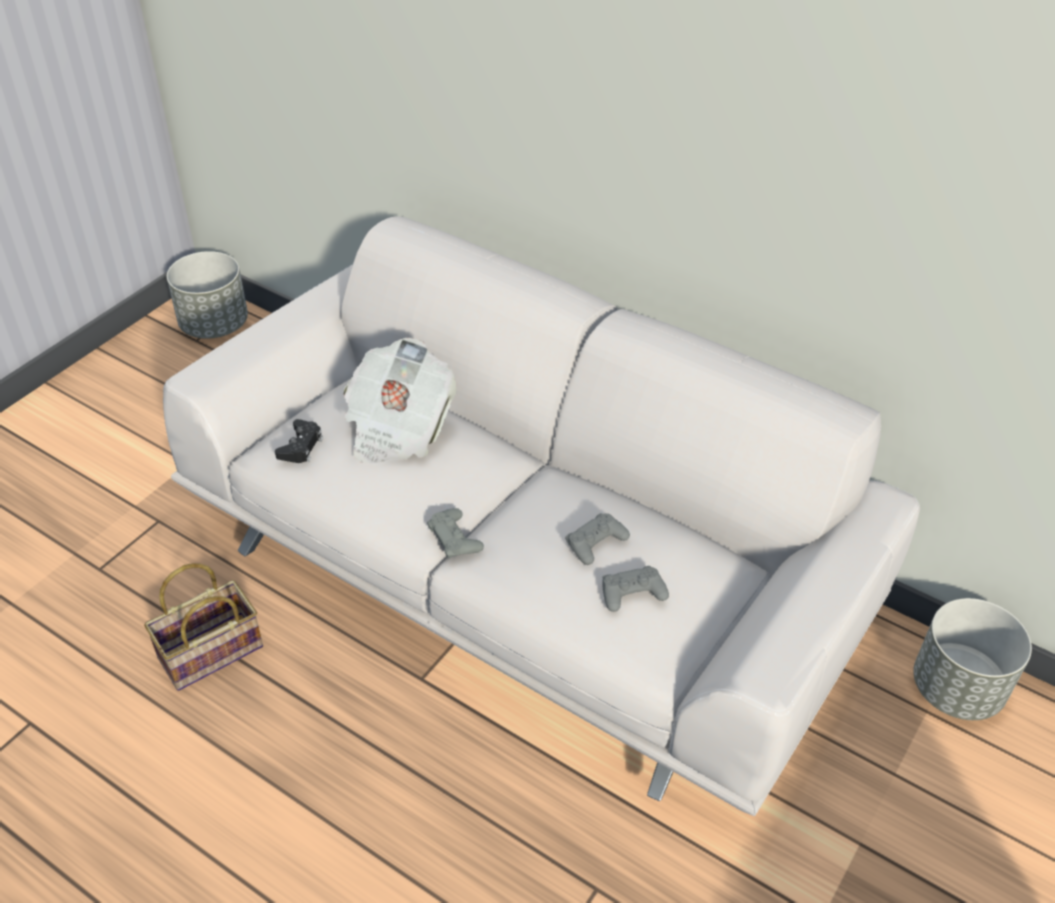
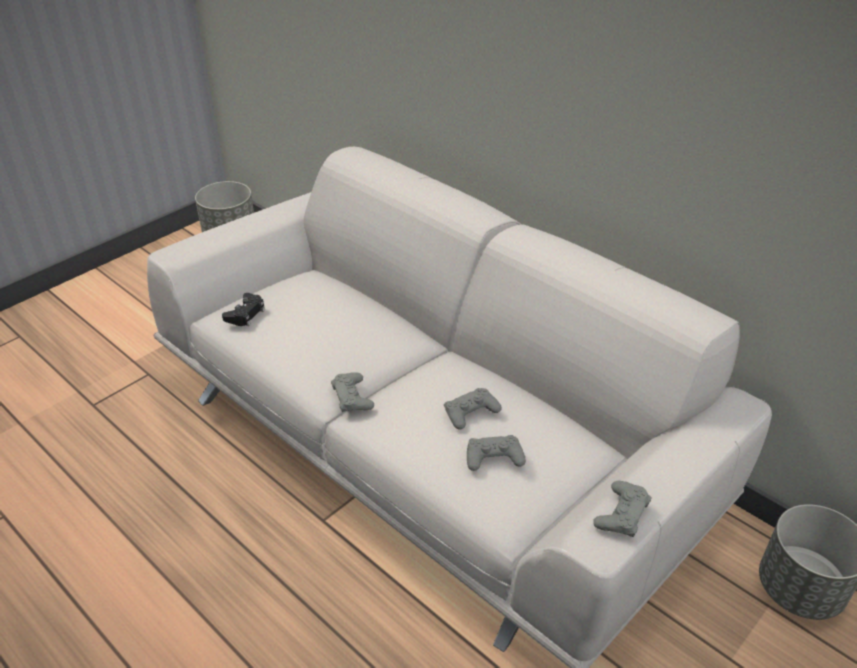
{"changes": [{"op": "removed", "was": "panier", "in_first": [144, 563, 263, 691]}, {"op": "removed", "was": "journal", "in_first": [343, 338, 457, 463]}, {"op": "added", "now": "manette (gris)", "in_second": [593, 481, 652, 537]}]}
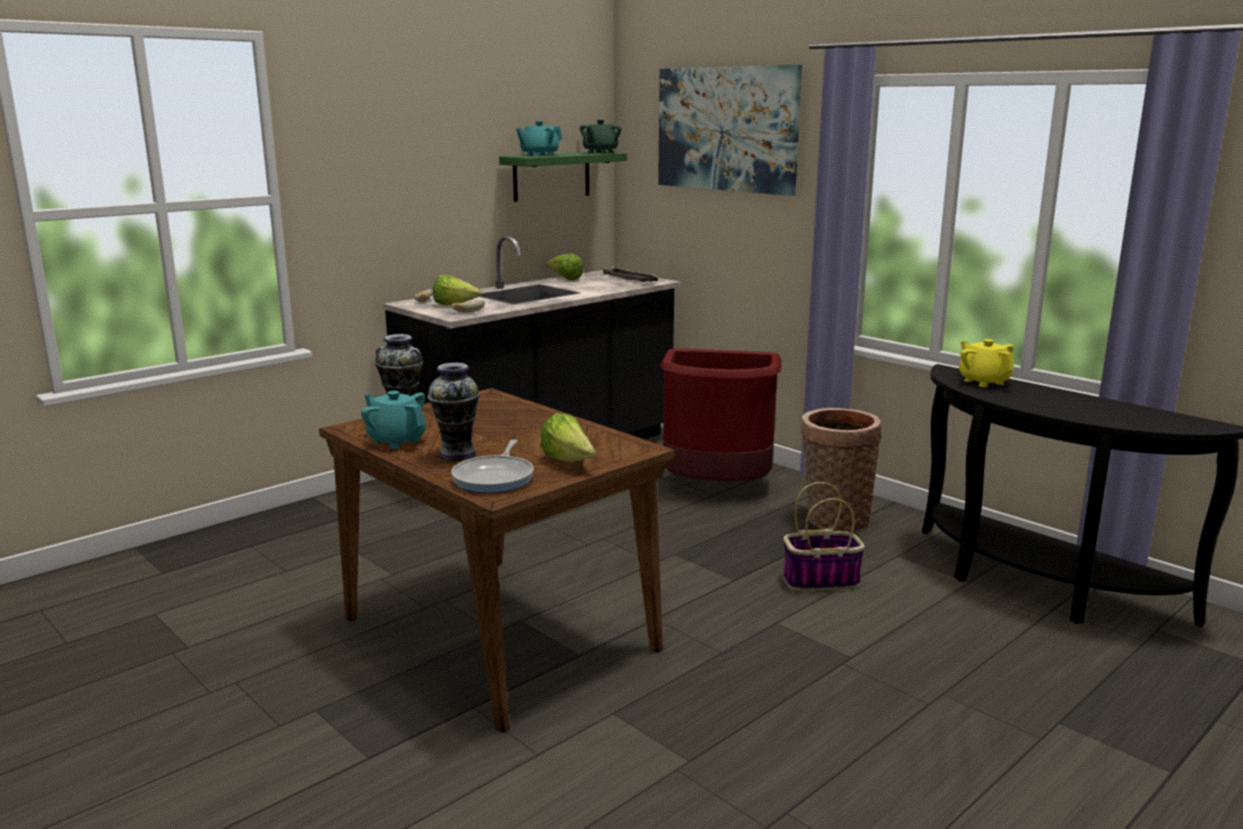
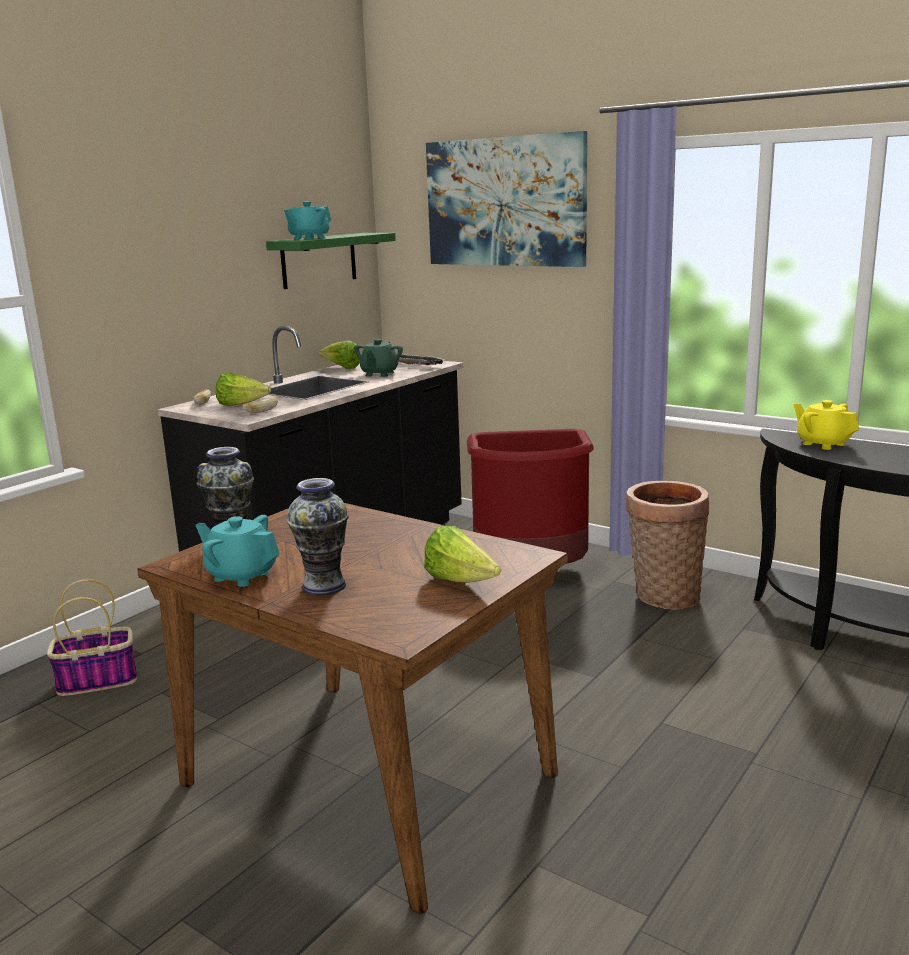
{"changes": [{"op": "removed", "was": "poêle", "in_first": [451, 440, 534, 493]}, {"op": "moved", "was": "théière (vert)", "in_first": [580, 120, 622, 153], "in_second": [354, 339, 403, 377]}, {"op": "moved", "was": "panier", "in_first": [783, 482, 865, 591], "in_second": [47, 579, 137, 696]}]}
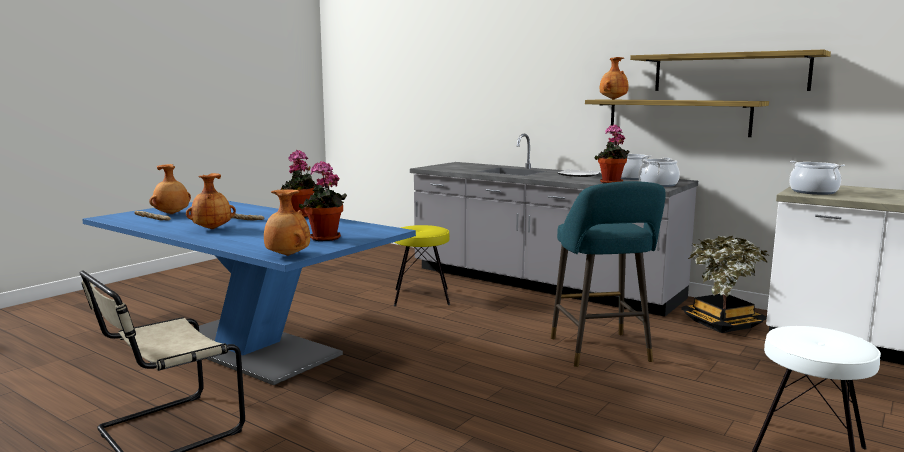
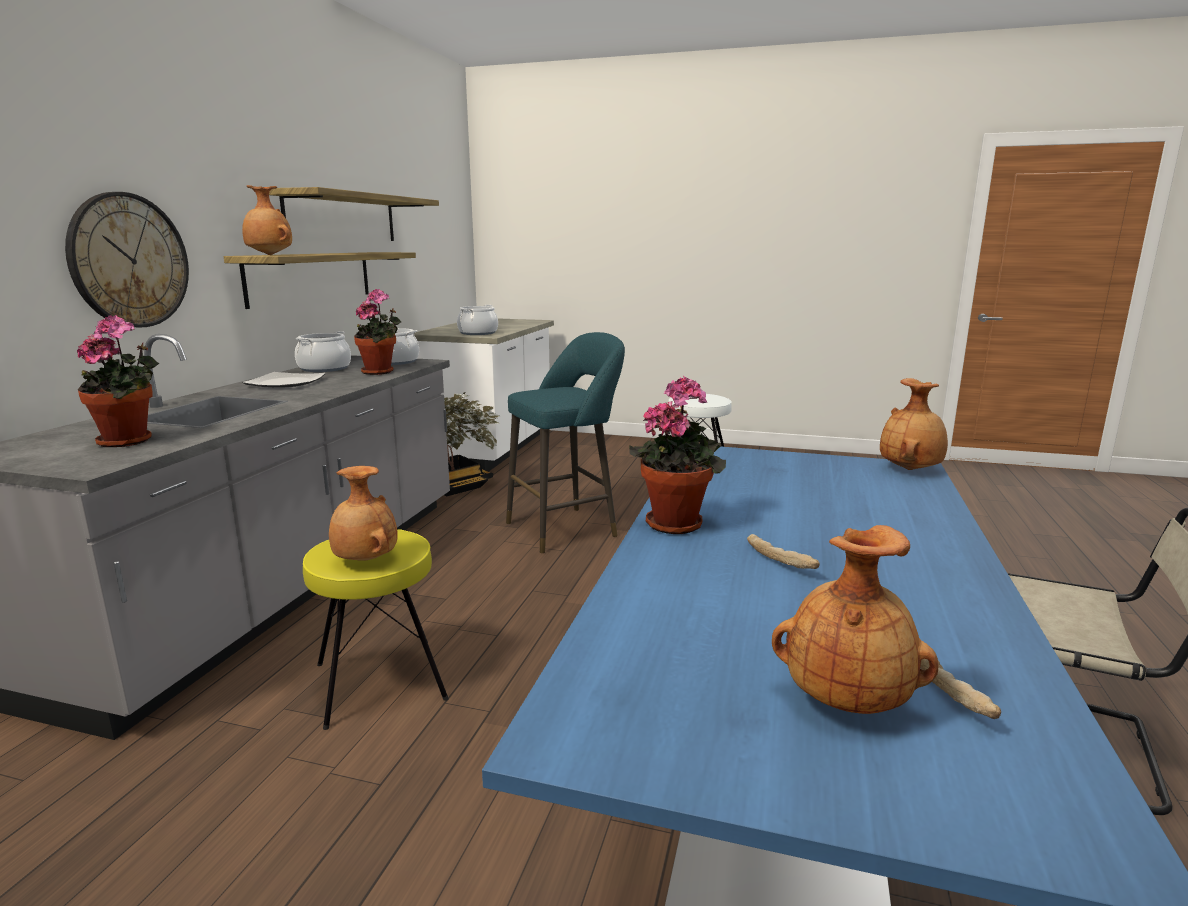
{"changes": [{"op": "moved", "was": "vase (marron)", "in_first": [186, 173, 236, 229], "in_second": [329, 466, 398, 561]}, {"op": "moved", "was": "plante en pot", "in_first": [299, 161, 347, 241], "in_second": [77, 315, 159, 447]}, {"op": "added", "now": "horloge murale", "in_second": [65, 192, 189, 328]}]}
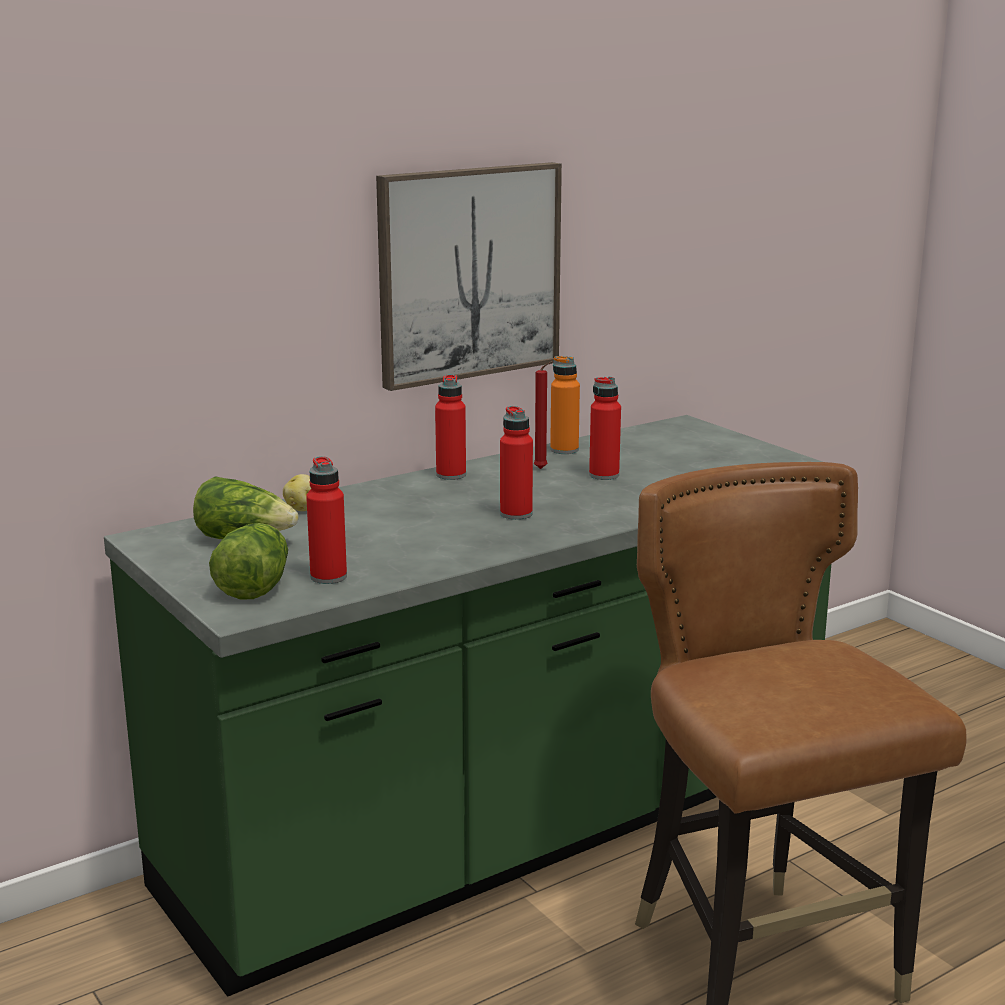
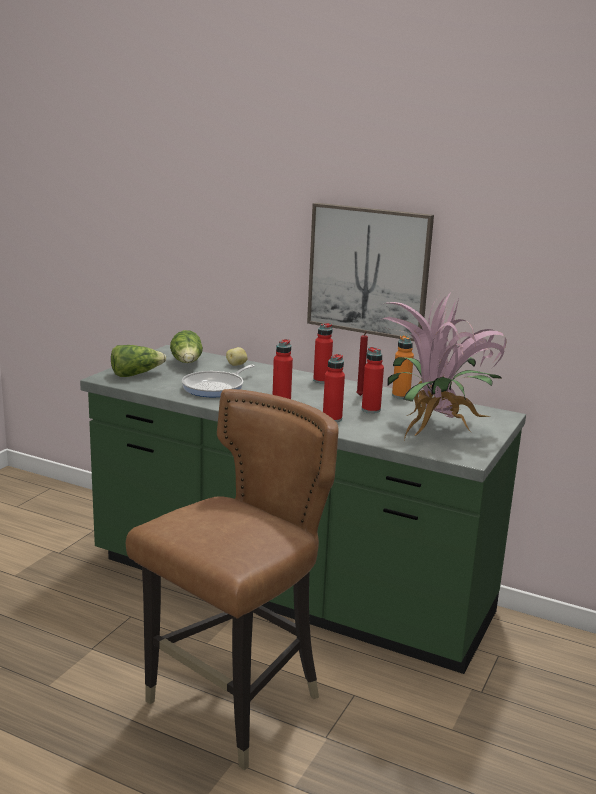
{"changes": [{"op": "moved", "was": "bouteille (rouge)", "in_first": [306, 456, 347, 584], "in_second": [323, 354, 345, 422]}, {"op": "added", "now": "poêle", "in_second": [182, 365, 255, 397]}, {"op": "added", "now": "plante en pot", "in_second": [383, 291, 507, 440]}]}
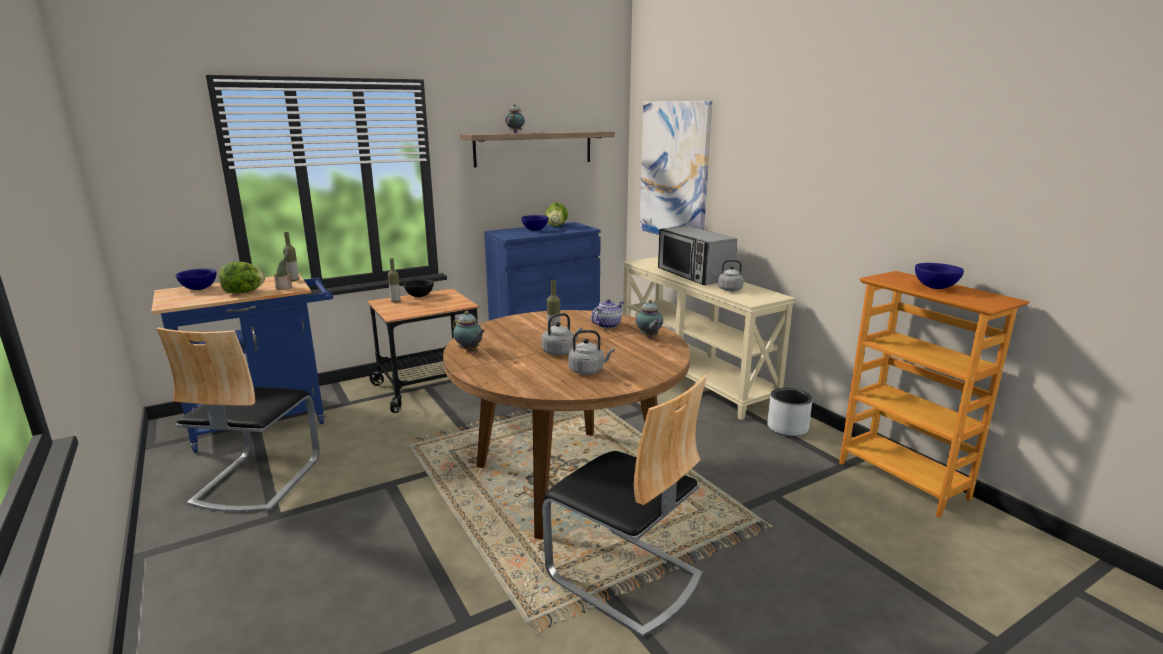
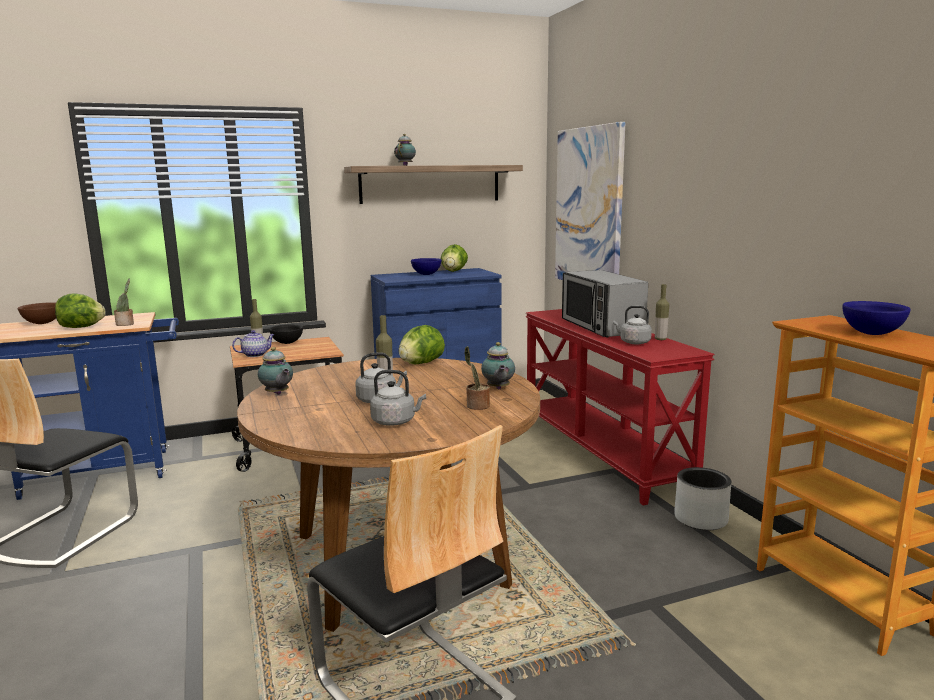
{"changes": [{"op": "recoloured", "was": "bol (bleu)", "now": "bol (marron)", "in_first": [176, 268, 216, 290], "in_second": [18, 302, 56, 324]}, {"op": "moved", "was": "bouteille", "in_first": [283, 232, 299, 281], "in_second": [655, 284, 669, 340]}, {"op": "moved", "was": "théière", "in_first": [591, 299, 624, 329], "in_second": [232, 330, 275, 357]}, {"op": "recoloured", "was": "table console (beige)", "now": "table console (rouge)", "in_first": [622, 257, 796, 420], "in_second": [526, 309, 715, 505]}, {"op": "added", "now": "laitue", "in_second": [399, 325, 445, 364]}, {"op": "added", "now": "plante en pot", "in_second": [465, 346, 490, 410]}]}
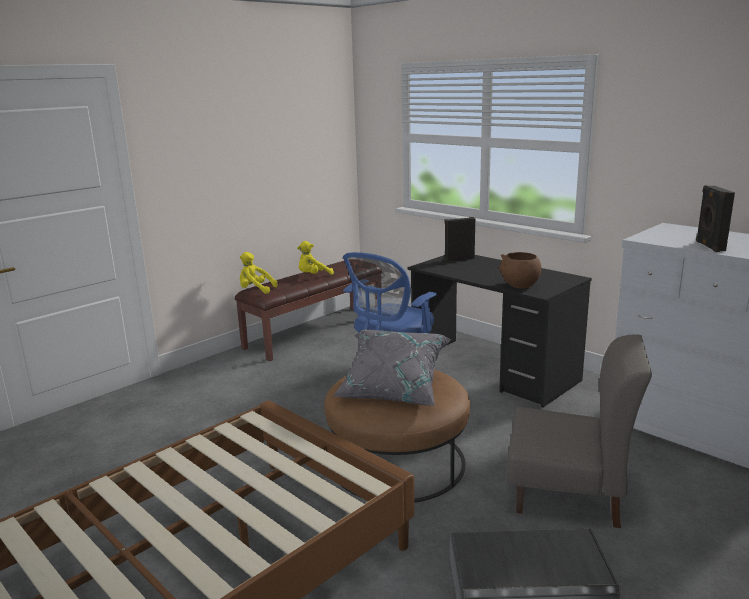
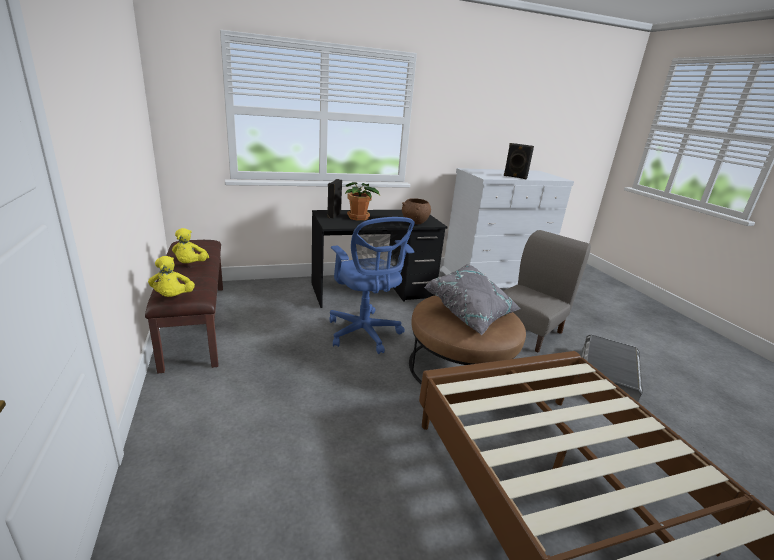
{"changes": [{"op": "turned", "was": "peluche (jaune)", "in_first": [240, 252, 278, 294], "in_second": [148, 256, 195, 297], "clockwise": -60}, {"op": "added", "now": "plante en pot", "in_second": [345, 182, 380, 221]}]}
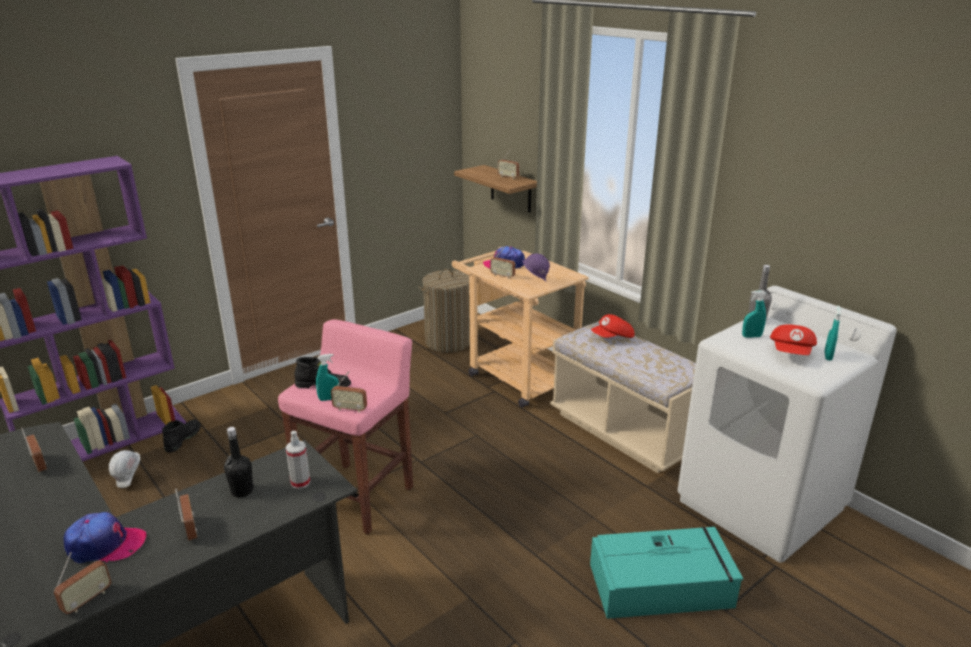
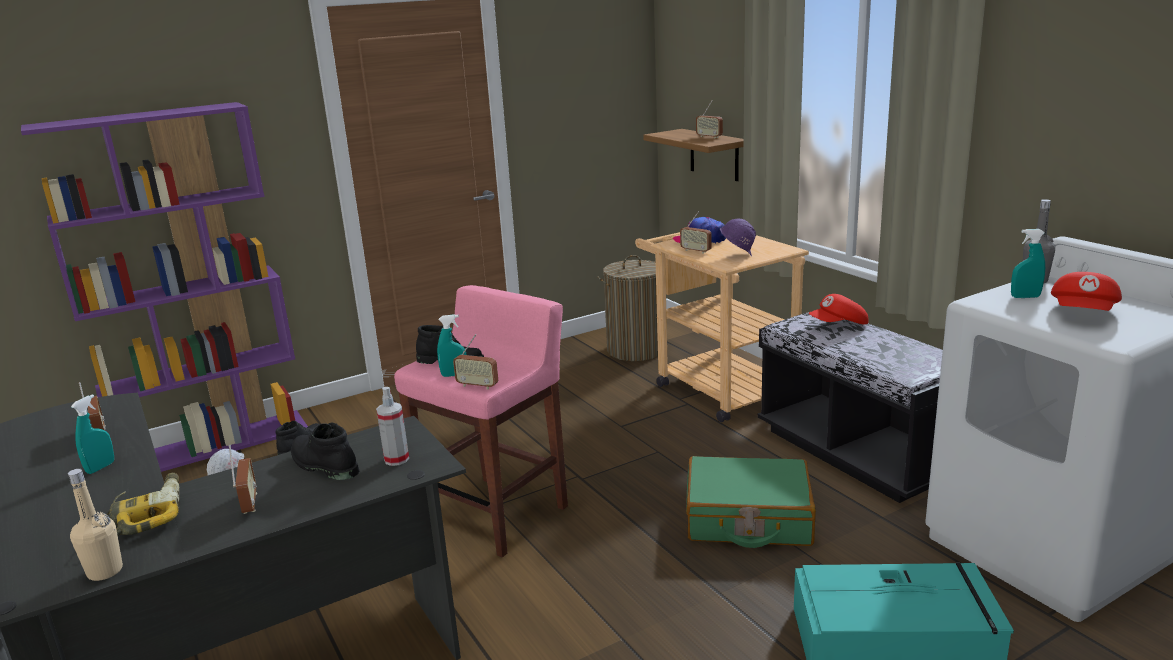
{"changes": [{"op": "replaced", "was": "radio", "now": "bouteille (beige)", "in_first": [54, 552, 112, 614], "in_second": [68, 469, 123, 581]}, {"op": "replaced", "was": "casquette", "now": "perceuse", "in_first": [64, 512, 146, 563], "in_second": [107, 473, 179, 536]}, {"op": "replaced", "was": "bouteille (noir)", "now": "botte (noir)", "in_first": [224, 427, 254, 497], "in_second": [291, 422, 359, 480]}, {"op": "recoloured", "was": "banc (beige)", "now": "banc (noir)", "in_first": [550, 321, 696, 473], "in_second": [758, 312, 943, 503]}, {"op": "moved", "was": "vaporisateur (turquoise)", "in_first": [824, 305, 841, 361], "in_second": [71, 394, 114, 474]}, {"op": "added", "now": "valise (vert)", "in_second": [686, 456, 816, 548]}]}
